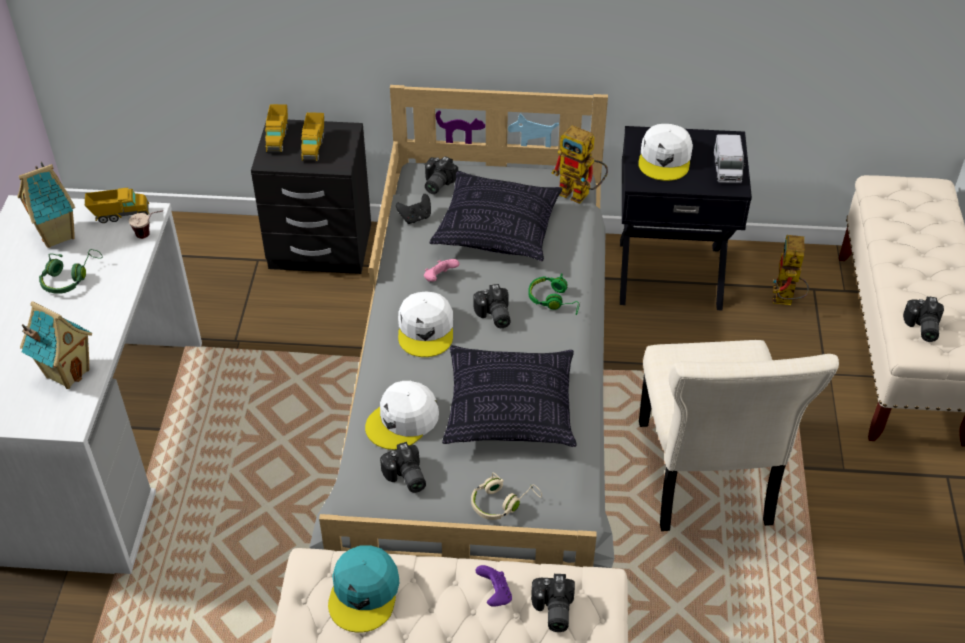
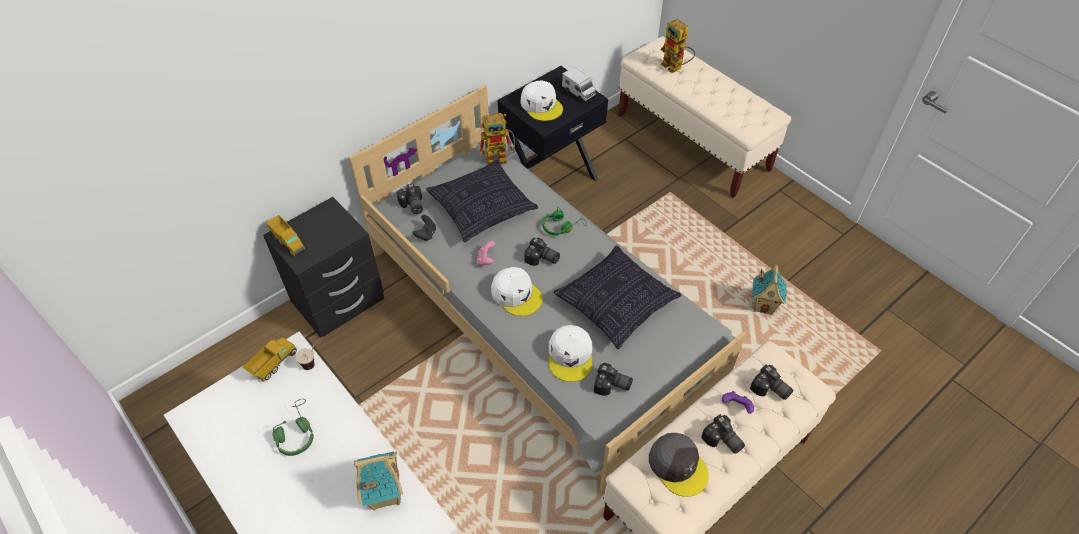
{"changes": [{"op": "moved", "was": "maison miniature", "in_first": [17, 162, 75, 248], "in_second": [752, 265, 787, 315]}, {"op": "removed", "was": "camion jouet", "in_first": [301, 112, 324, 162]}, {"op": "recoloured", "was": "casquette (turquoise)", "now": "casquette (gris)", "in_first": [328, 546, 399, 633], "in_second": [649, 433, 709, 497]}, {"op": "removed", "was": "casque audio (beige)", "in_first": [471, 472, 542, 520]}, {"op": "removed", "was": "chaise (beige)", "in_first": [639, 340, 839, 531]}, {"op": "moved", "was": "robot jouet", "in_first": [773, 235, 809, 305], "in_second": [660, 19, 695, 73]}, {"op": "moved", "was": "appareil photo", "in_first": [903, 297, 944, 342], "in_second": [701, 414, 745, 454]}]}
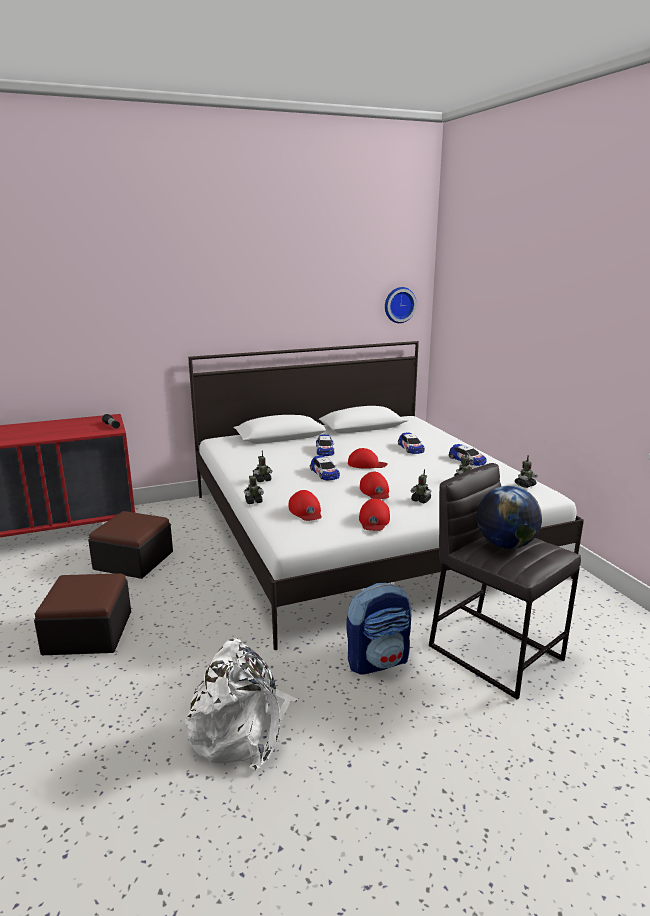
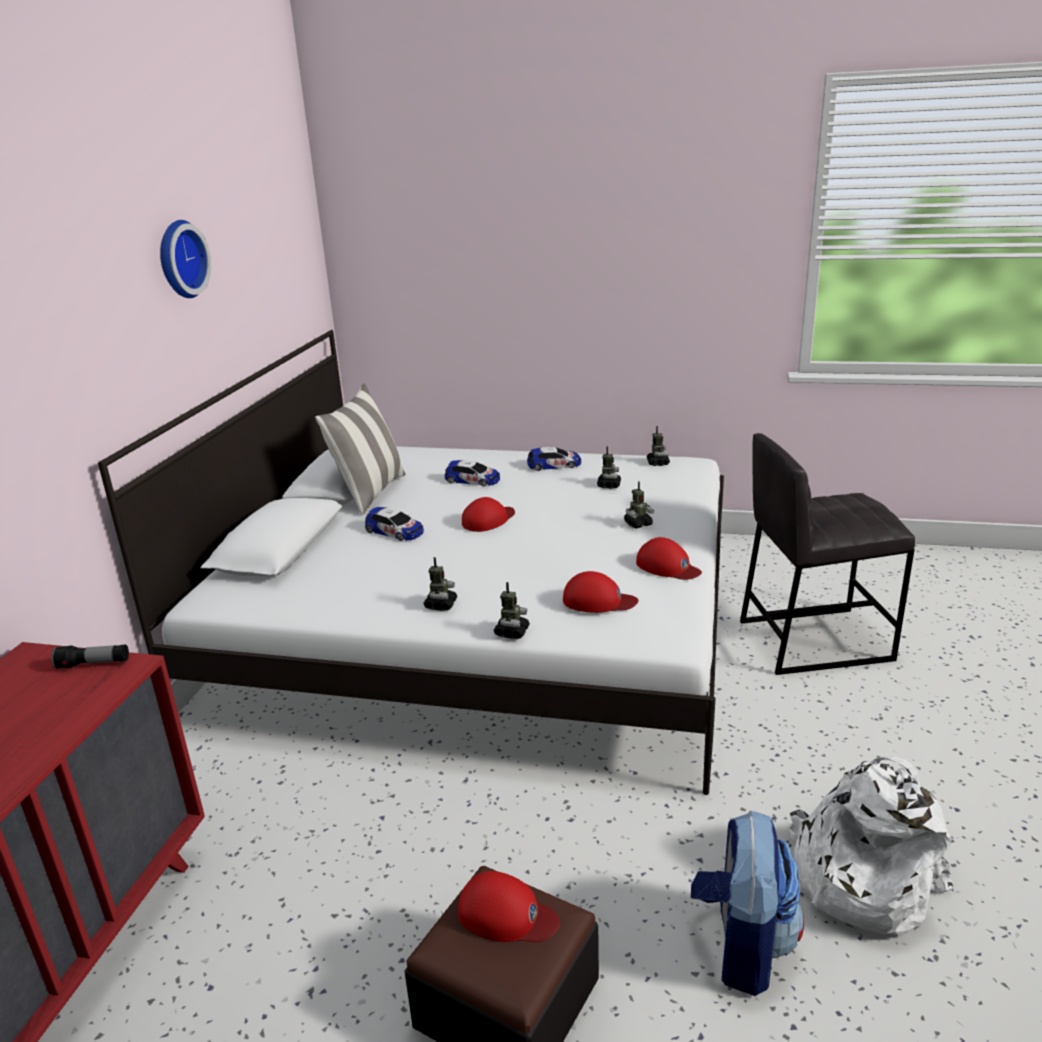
{"changes": [{"op": "removed", "was": "pouf", "in_first": [88, 511, 173, 579]}, {"op": "removed", "was": "petite voiture", "in_first": [310, 456, 340, 480]}, {"op": "moved", "was": "sac à dos", "in_first": [347, 583, 411, 675], "in_second": [691, 811, 804, 996]}, {"op": "moved", "was": "casquette (rouge)", "in_first": [360, 472, 389, 499], "in_second": [458, 871, 560, 942]}, {"op": "moved", "was": "horloge murale", "in_first": [385, 287, 417, 323], "in_second": [160, 220, 211, 298]}, {"op": "removed", "was": "globe", "in_first": [477, 486, 542, 549]}, {"op": "added", "now": "coussin", "in_second": [315, 384, 405, 515]}]}
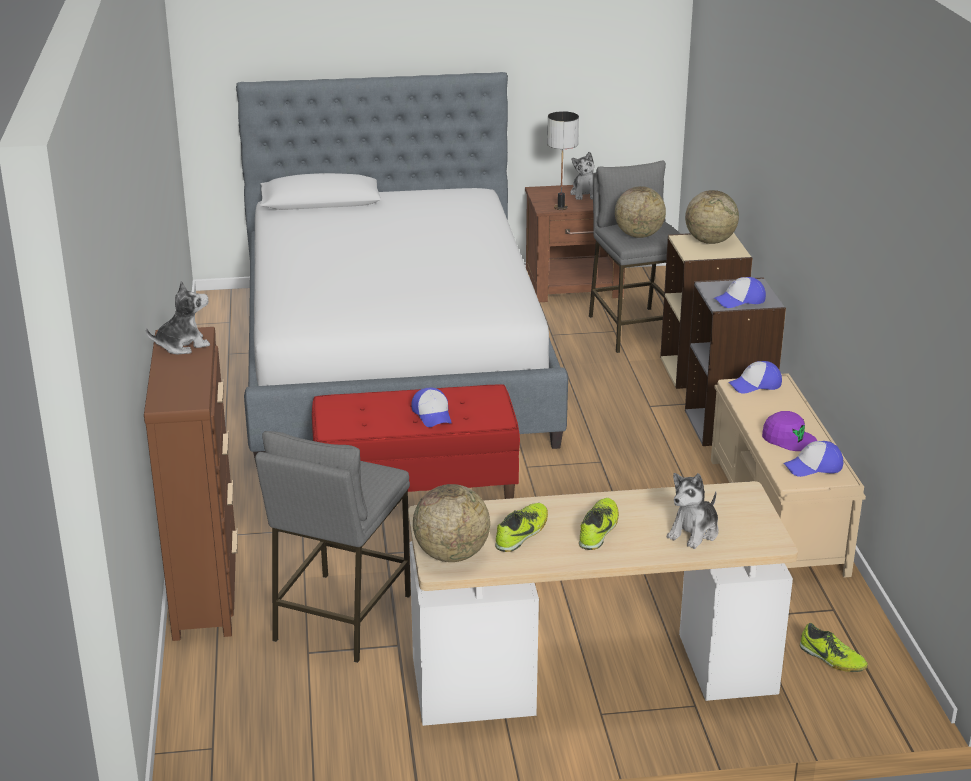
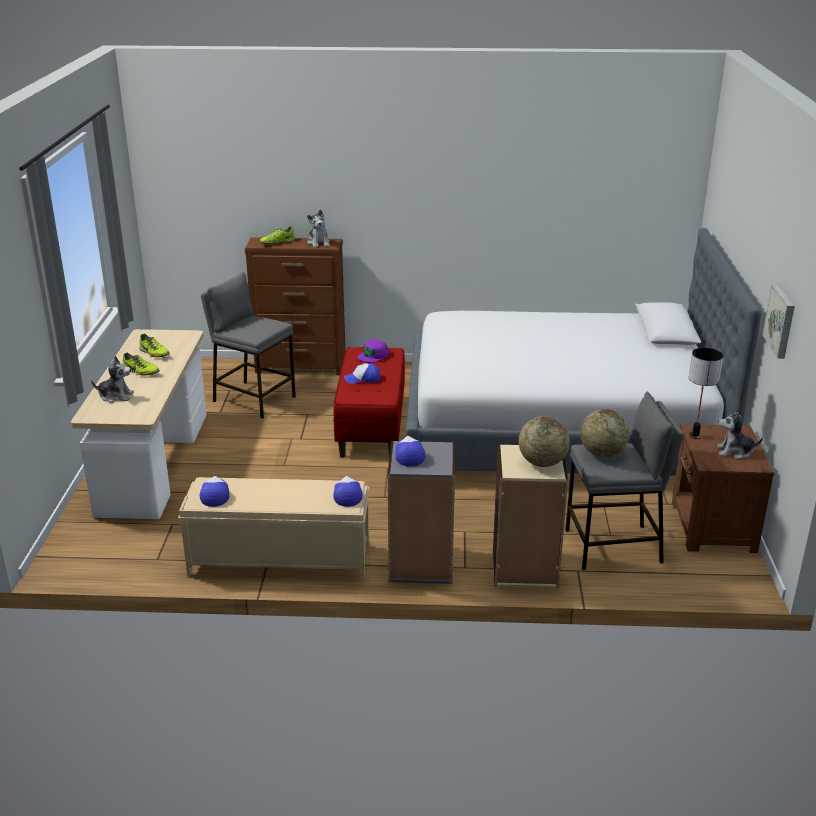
{"changes": [{"op": "removed", "was": "globe", "in_first": [413, 484, 490, 562]}, {"op": "turned", "was": "peluche", "in_first": [667, 473, 719, 549], "in_second": [91, 356, 134, 403], "clockwise": 135}, {"op": "moved", "was": "casquette (violet)", "in_first": [762, 411, 817, 451], "in_second": [358, 340, 389, 363]}, {"op": "moved", "was": "chaussure", "in_first": [800, 623, 868, 672], "in_second": [259, 226, 295, 244]}, {"op": "added", "now": "tableau", "in_second": [763, 284, 795, 359]}]}
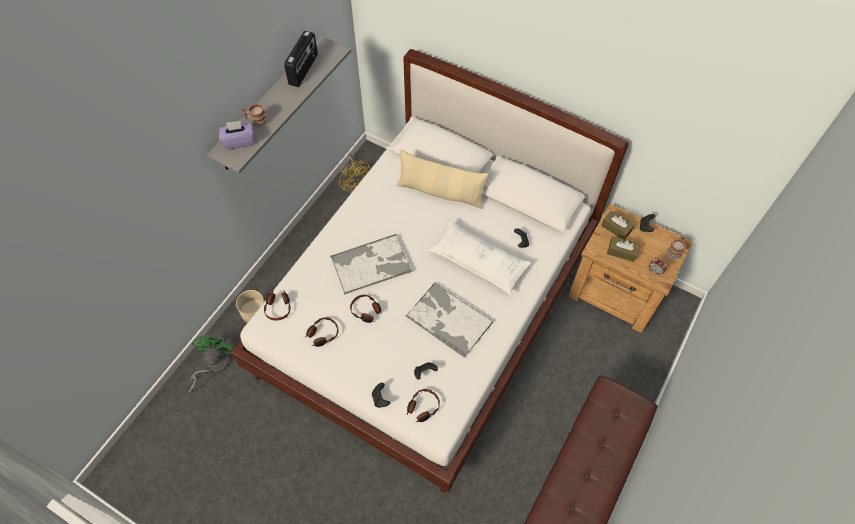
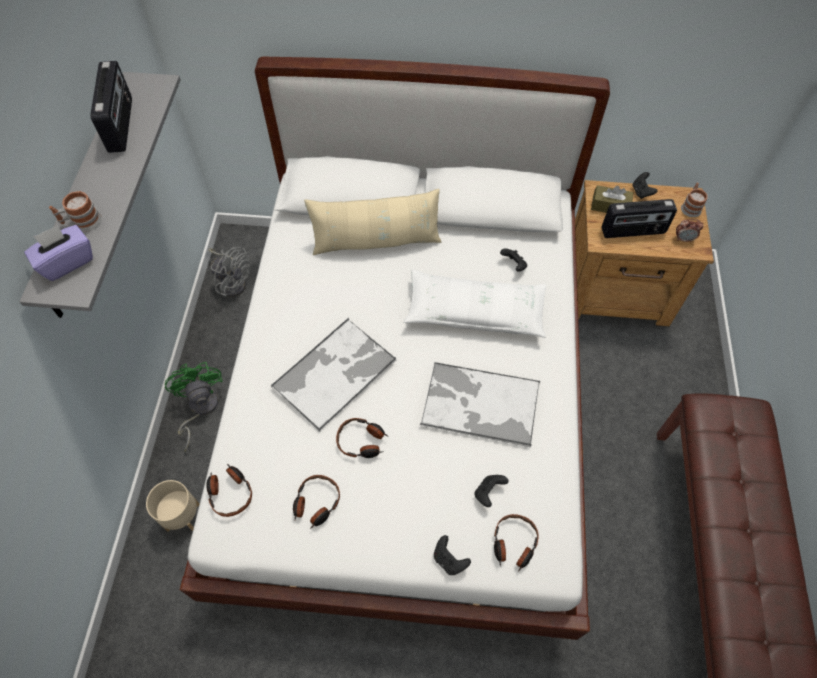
{"changes": [{"op": "moved", "was": "ventilateur (vert)", "in_first": [189, 335, 235, 393], "in_second": [165, 362, 223, 452]}, {"op": "recoloured", "was": "ventilateur (jaune)", "now": "ventilateur (gris)", "in_first": [339, 154, 370, 193], "in_second": [208, 247, 250, 297]}, {"op": "replaced", "was": "boîte à mouchoirs (marron)", "now": "radio", "in_first": [607, 236, 640, 262], "in_second": [602, 199, 677, 238]}]}
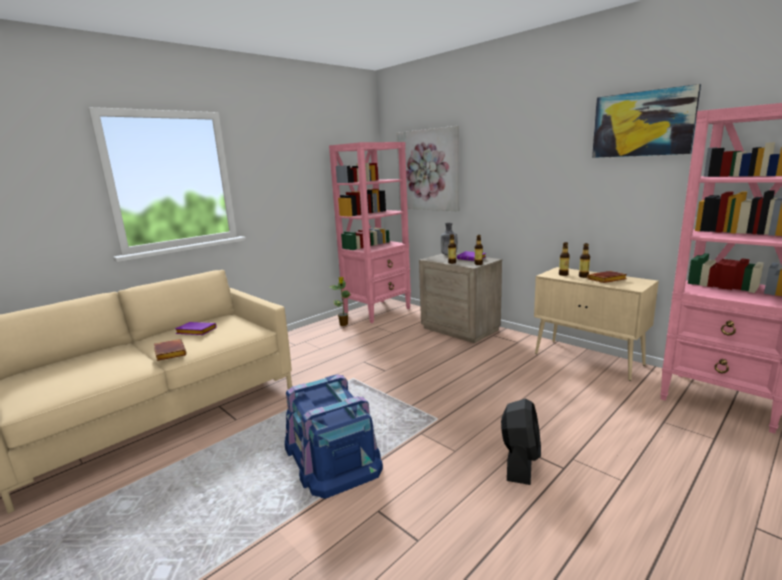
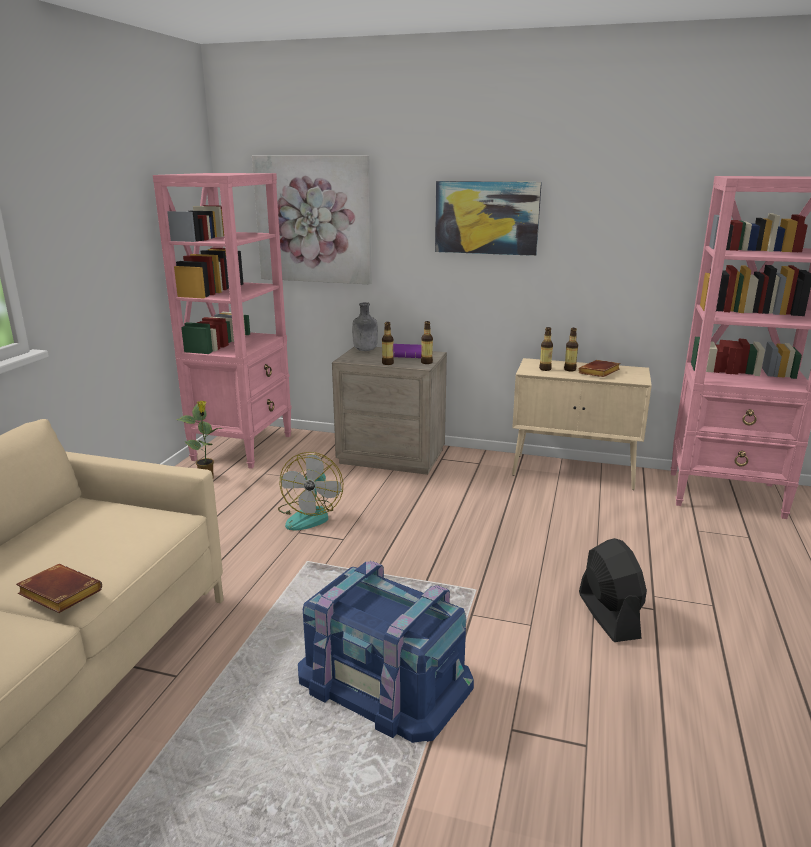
{"changes": [{"op": "removed", "was": "livre (violet)", "in_first": [175, 322, 217, 335]}, {"op": "moved", "was": "tableau", "in_first": [592, 84, 701, 158], "in_second": [435, 181, 542, 256]}, {"op": "added", "now": "ventilateur", "in_second": [278, 452, 343, 531]}]}
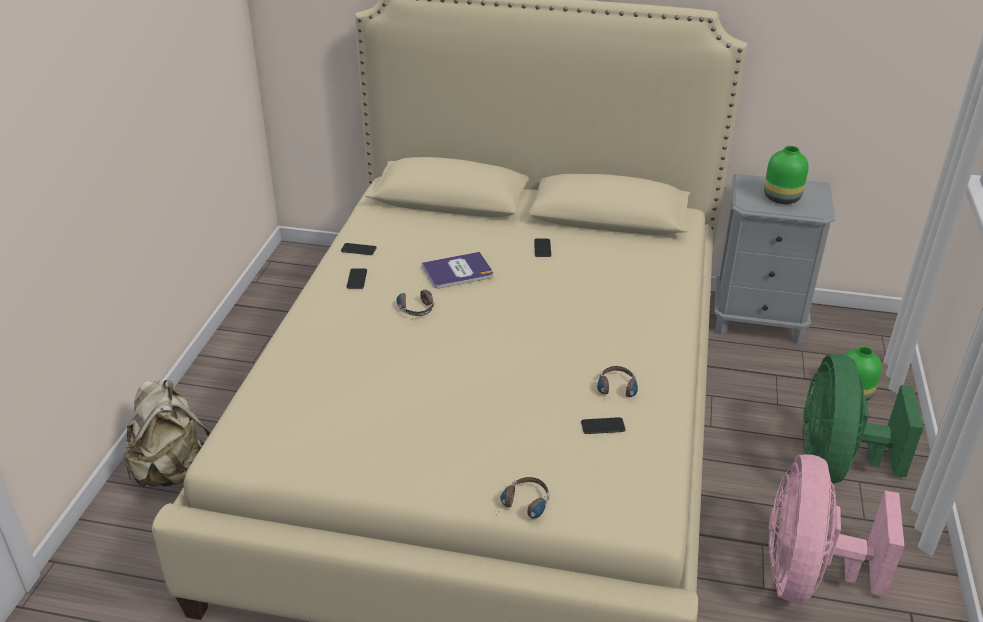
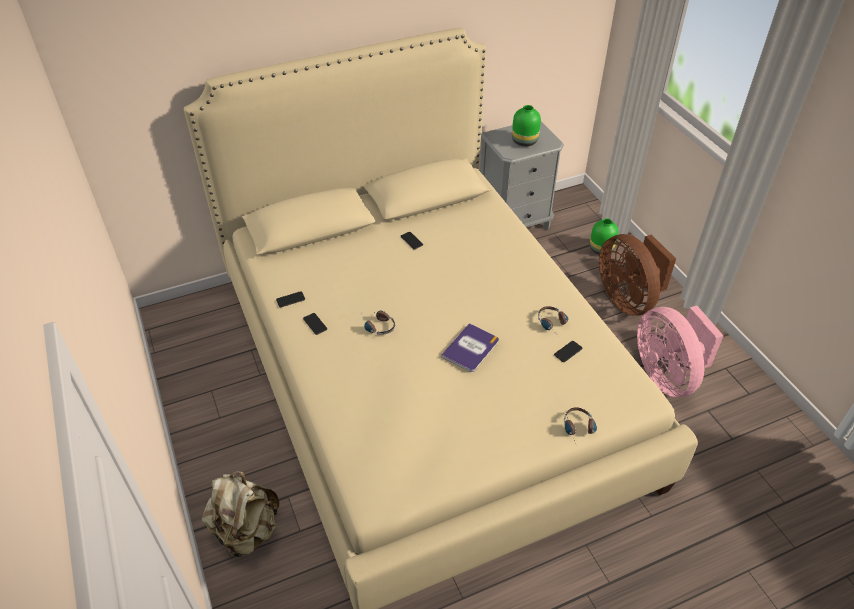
{"changes": [{"op": "moved", "was": "livre", "in_first": [422, 252, 493, 288], "in_second": [441, 323, 499, 372]}, {"op": "recoloured", "was": "ventilateur (vert)", "now": "ventilateur (marron)", "in_first": [803, 354, 923, 483], "in_second": [599, 234, 676, 316]}]}
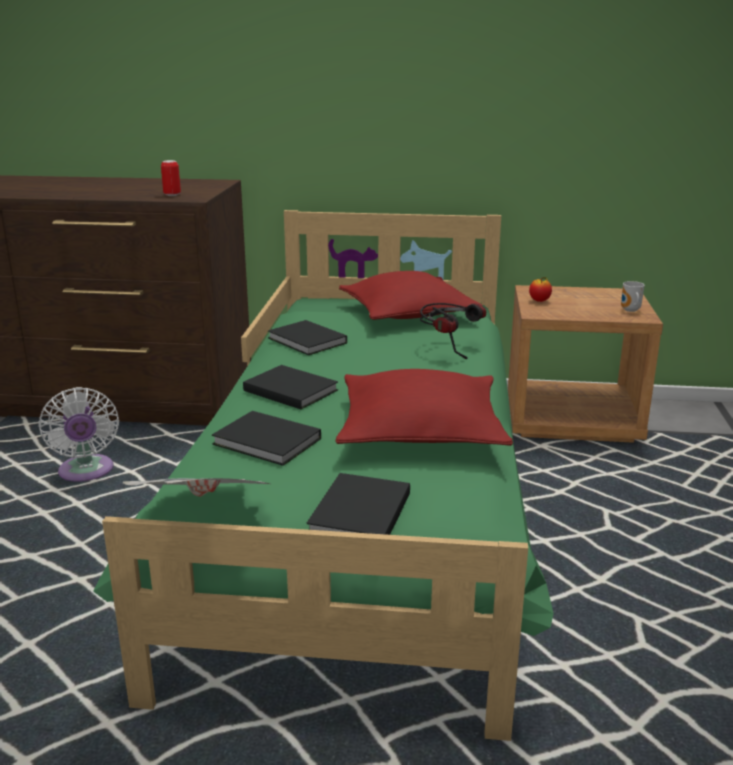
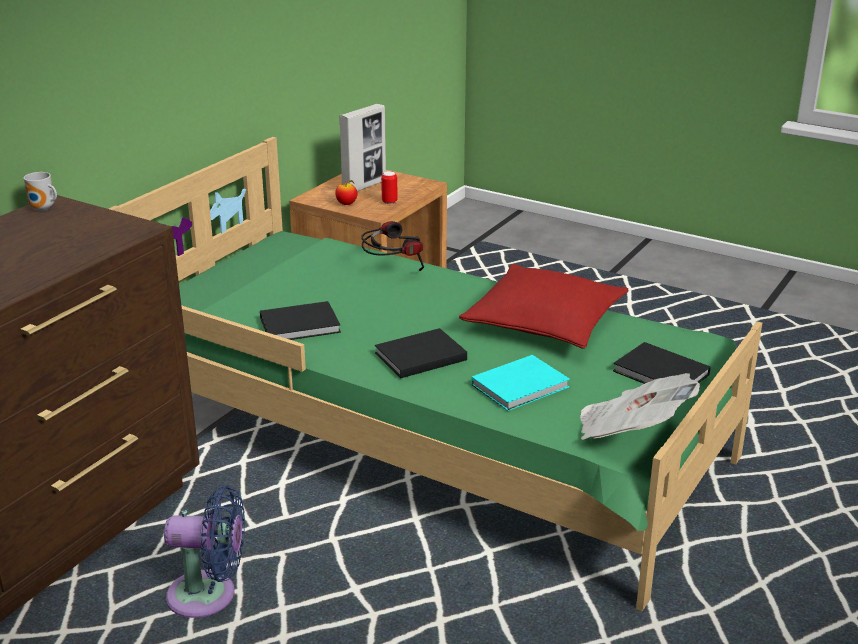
{"changes": [{"op": "recoloured", "was": "ventilateur (blanc)", "now": "ventilateur (bleu)", "in_first": [39, 387, 119, 482], "in_second": [164, 486, 245, 618]}, {"op": "moved", "was": "boîte métallique", "in_first": [161, 160, 181, 196], "in_second": [381, 171, 398, 204]}, {"op": "recoloured", "was": "livre (noir)", "now": "livre (turquoise)", "in_first": [212, 411, 321, 466], "in_second": [471, 355, 570, 411]}, {"op": "removed", "was": "coussin (rouge)", "in_first": [339, 271, 483, 320]}, {"op": "moved", "was": "mug", "in_first": [621, 281, 645, 312], "in_second": [24, 172, 57, 211]}, {"op": "added", "now": "cadre photo", "in_second": [339, 104, 386, 191]}]}
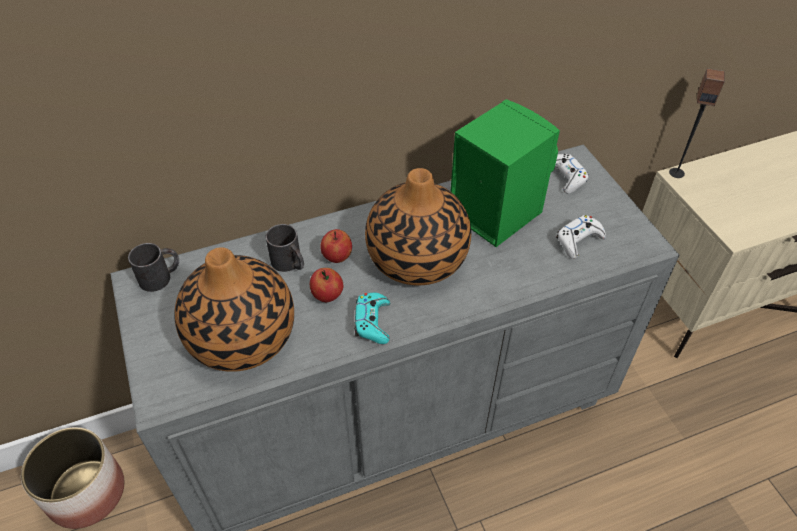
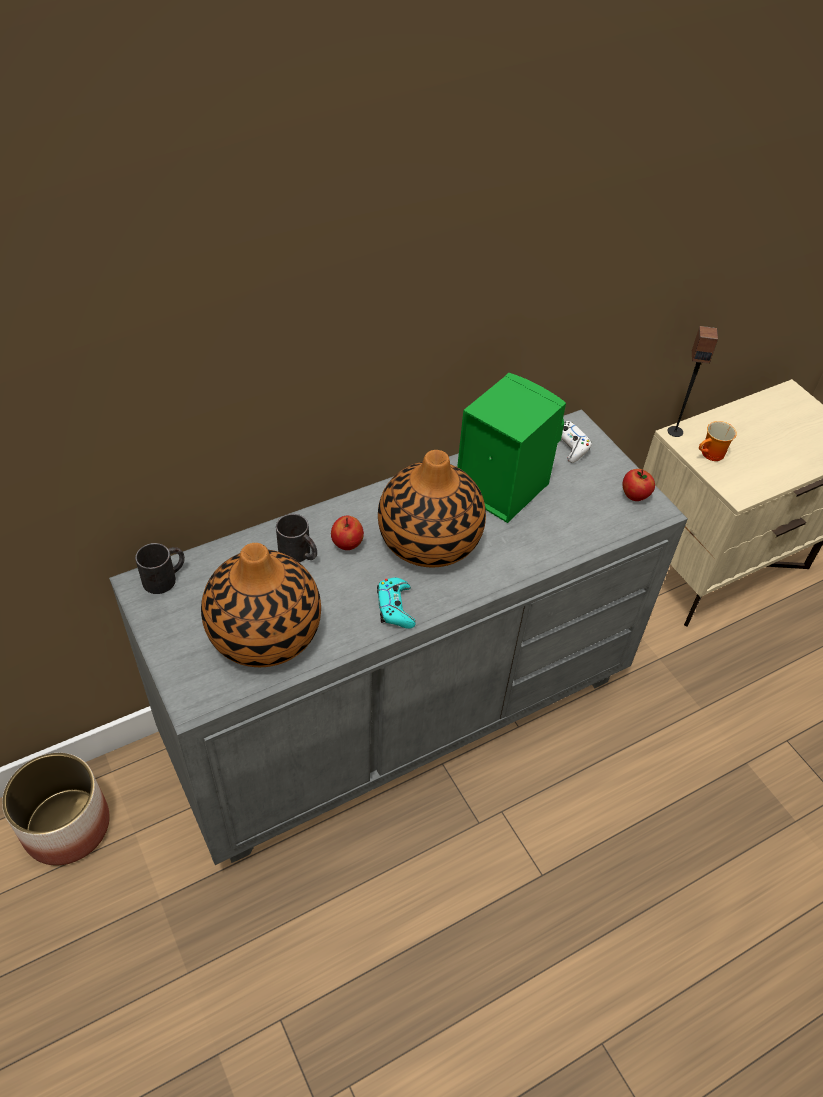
{"changes": [{"op": "moved", "was": "pomme", "in_first": [310, 268, 343, 302], "in_second": [623, 469, 655, 501]}, {"op": "removed", "was": "manette (blanc)", "in_first": [556, 215, 606, 259]}, {"op": "added", "now": "mug", "in_second": [699, 421, 737, 461]}]}
